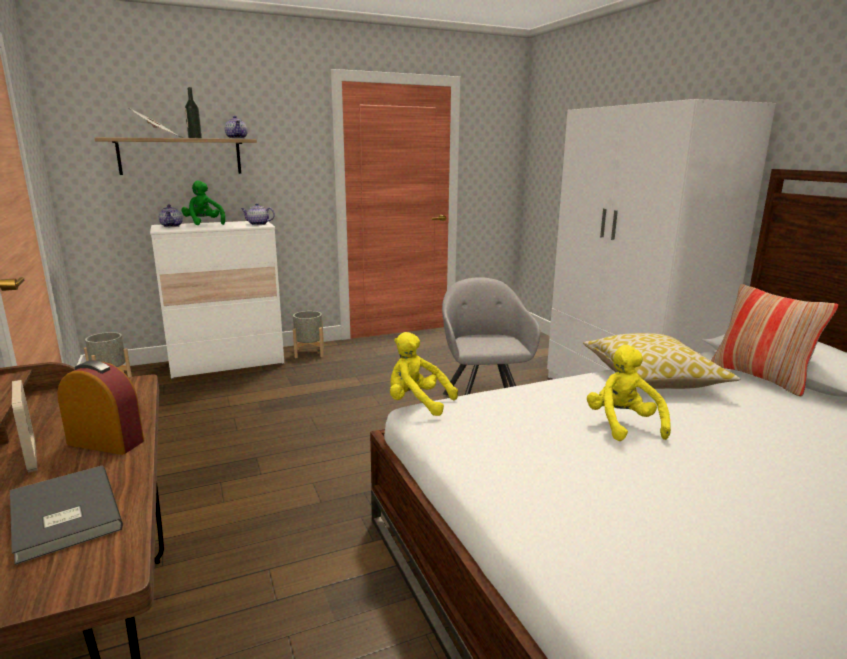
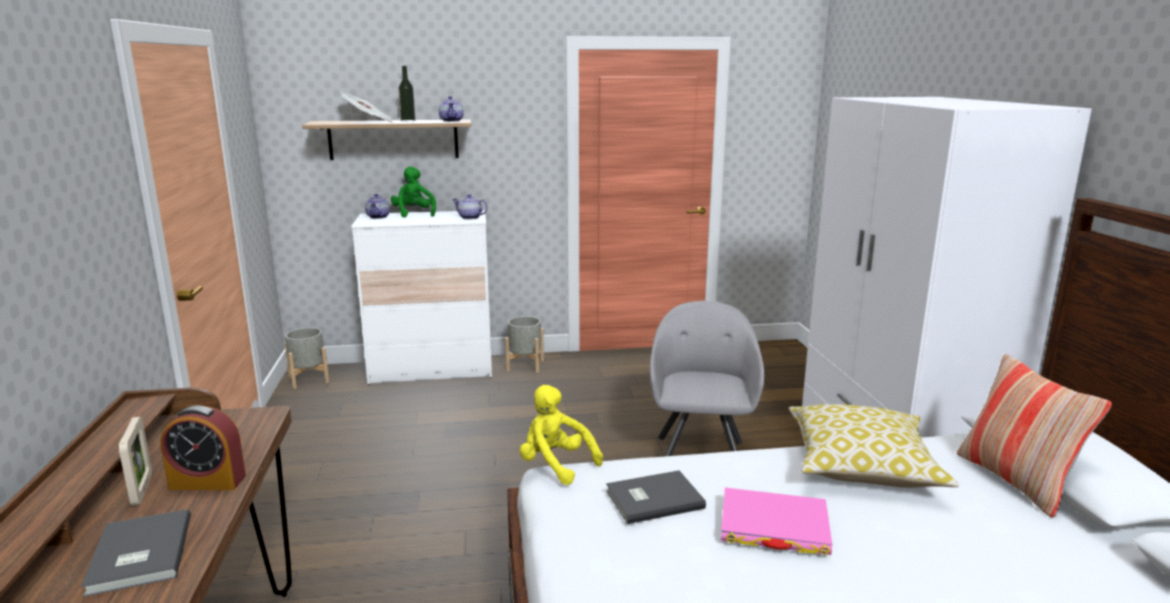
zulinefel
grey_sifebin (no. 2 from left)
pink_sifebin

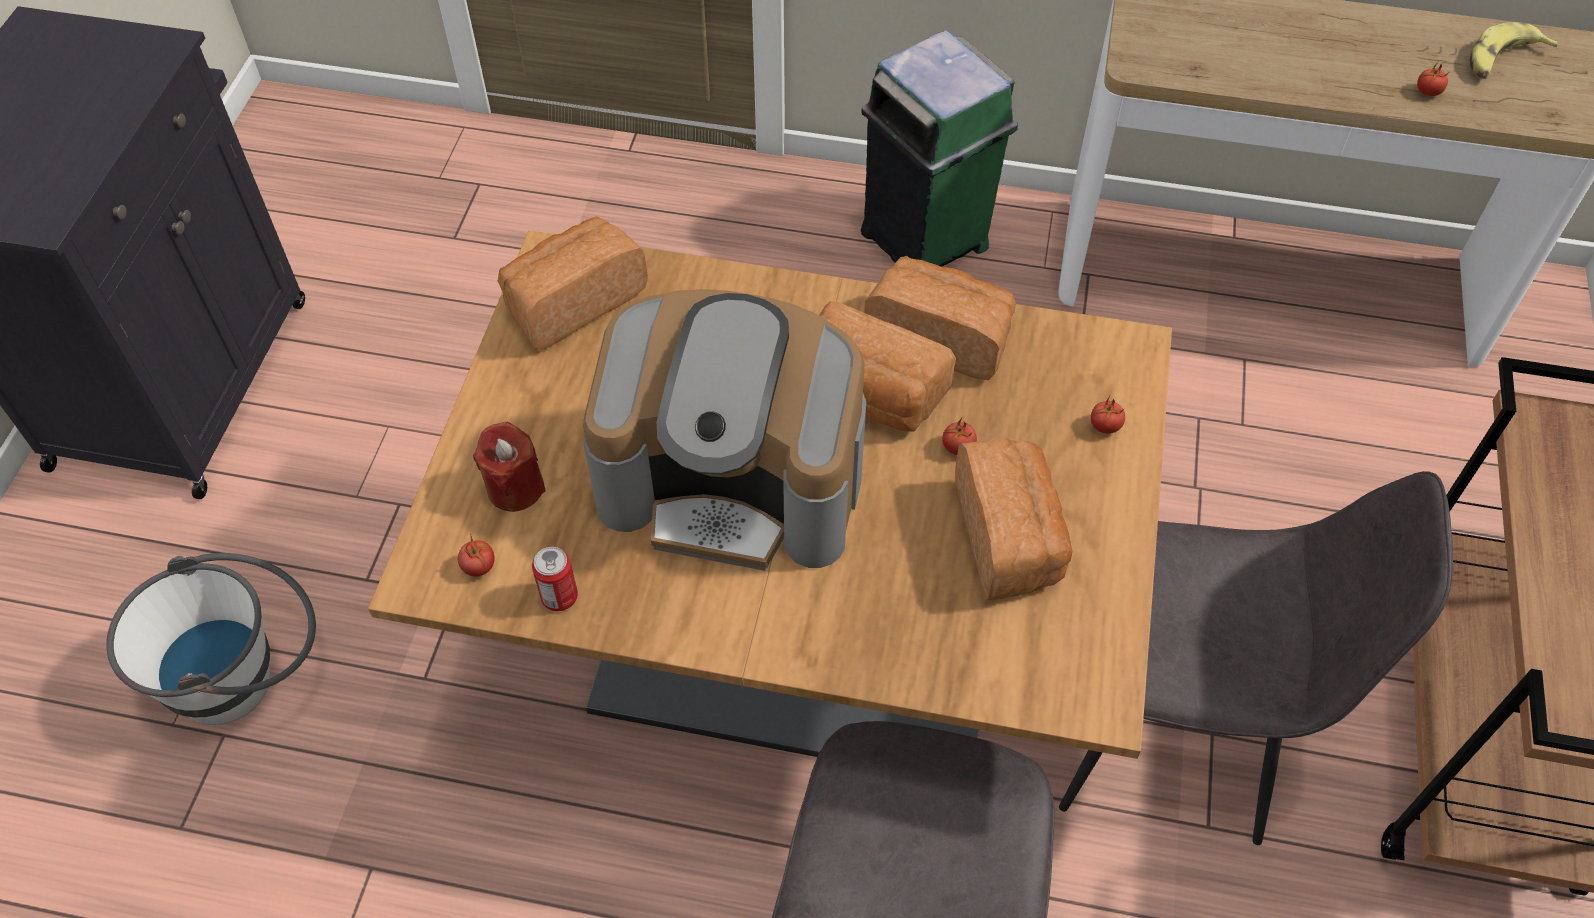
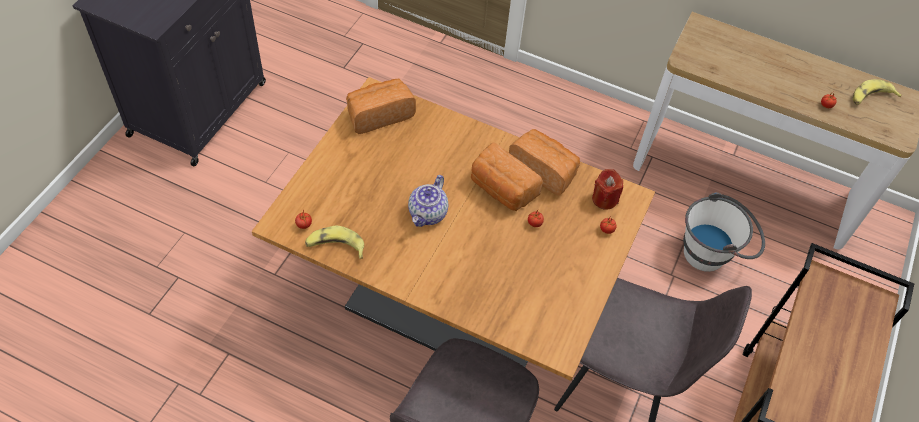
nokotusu (no. 1 from left)
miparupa
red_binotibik
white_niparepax
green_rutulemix
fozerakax (no. 4 from left in the first image)

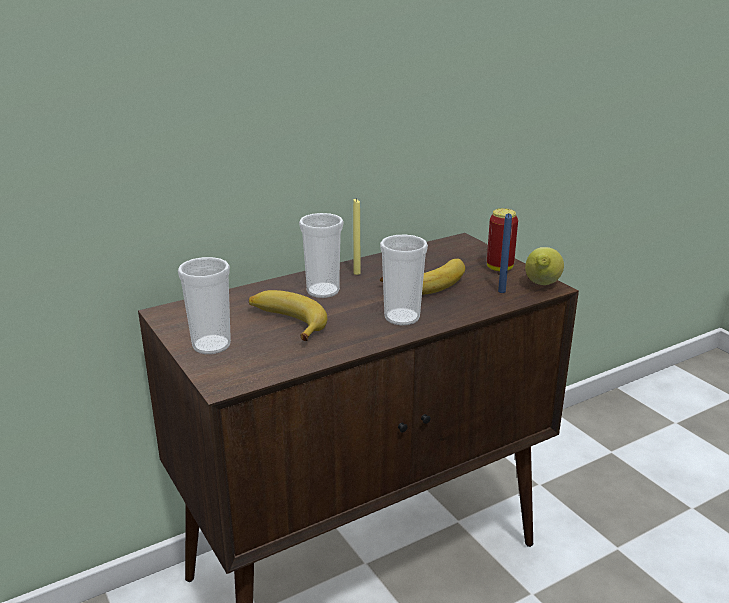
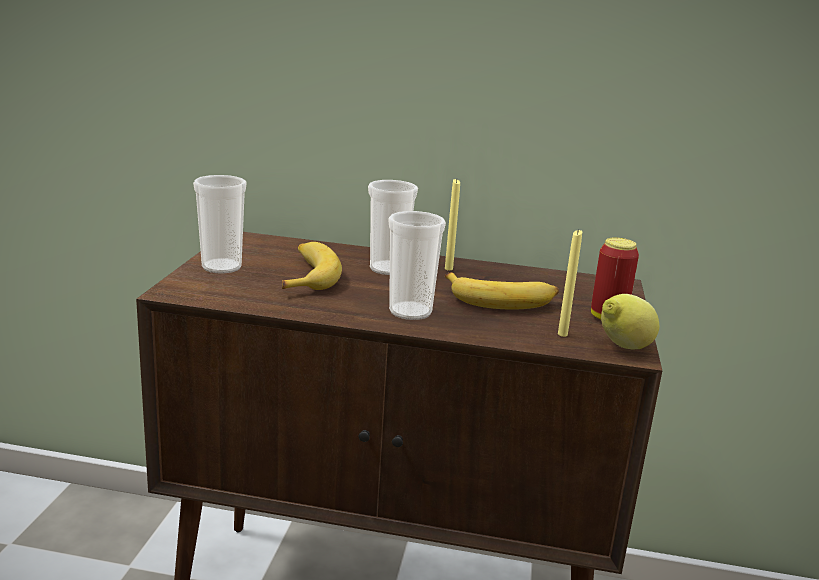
yellow_binotibik (no. 2 from left)

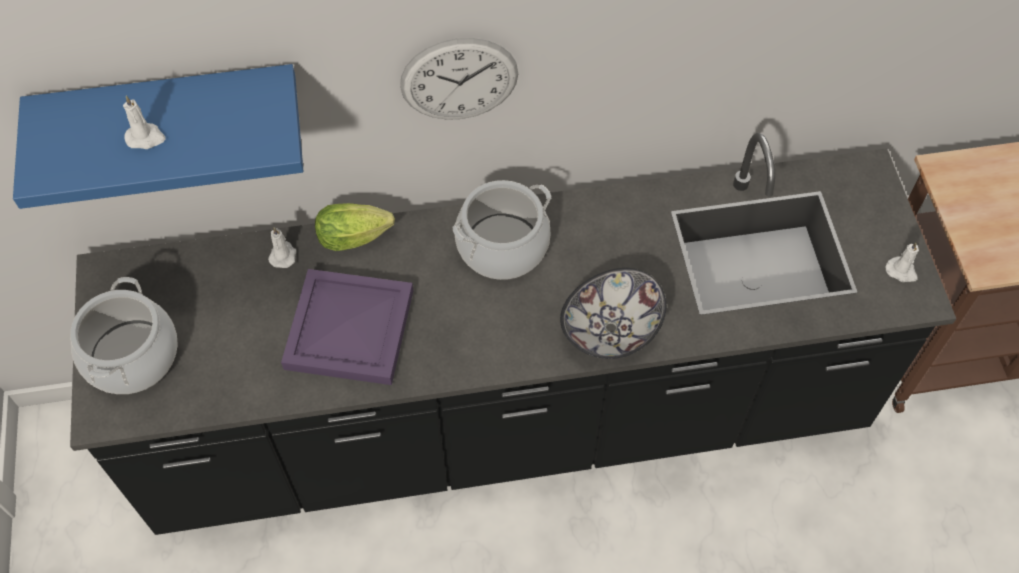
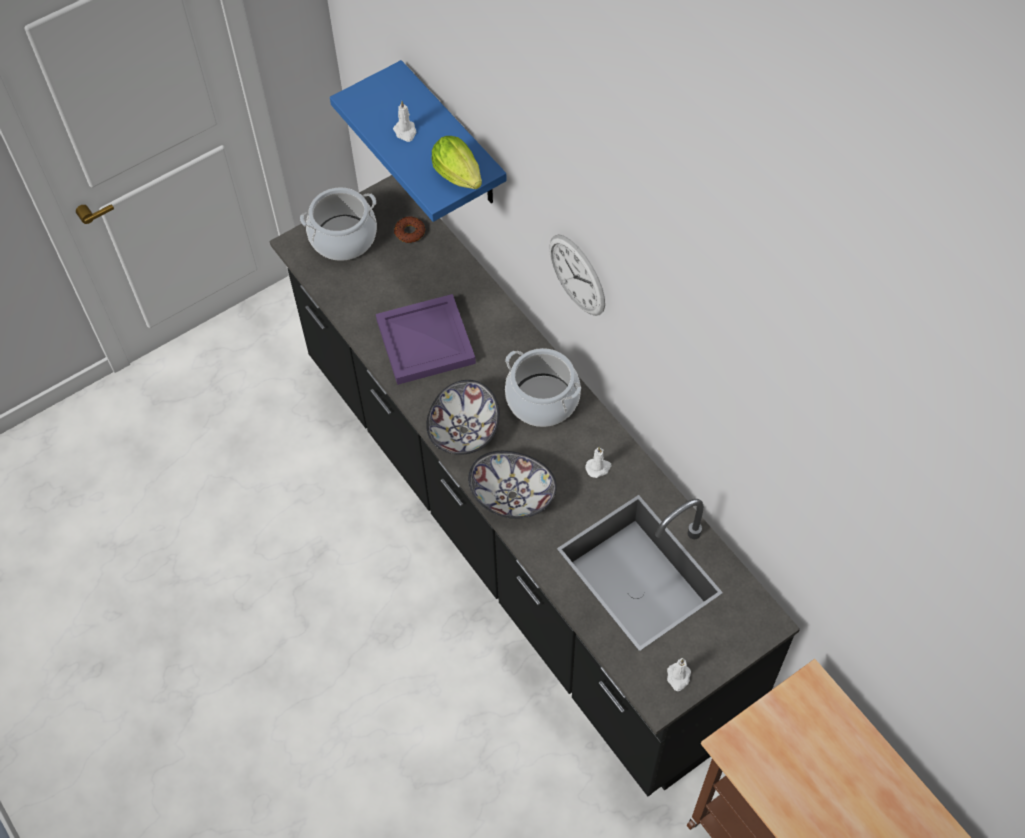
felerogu
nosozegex (no. 1 from left)
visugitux
white_binotibik (no. 2 from left)

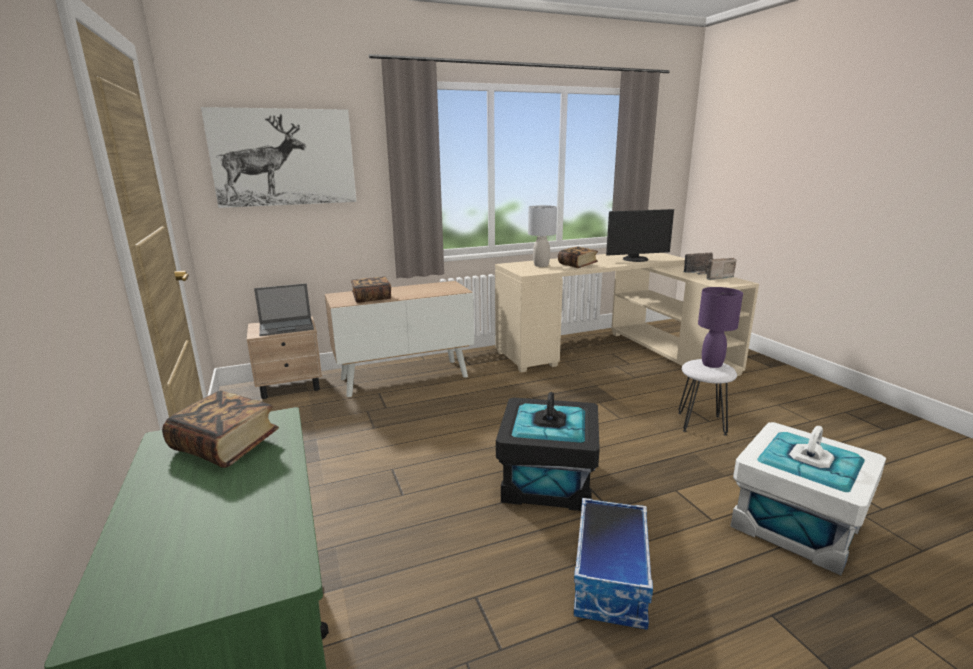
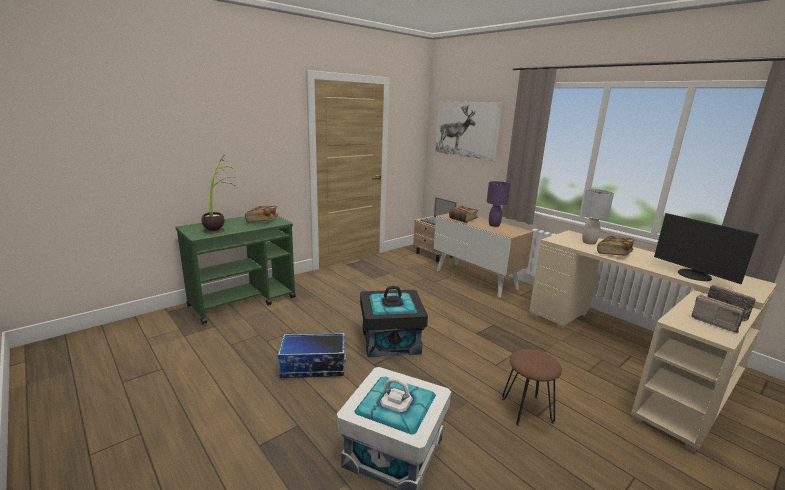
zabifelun
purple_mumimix
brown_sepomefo

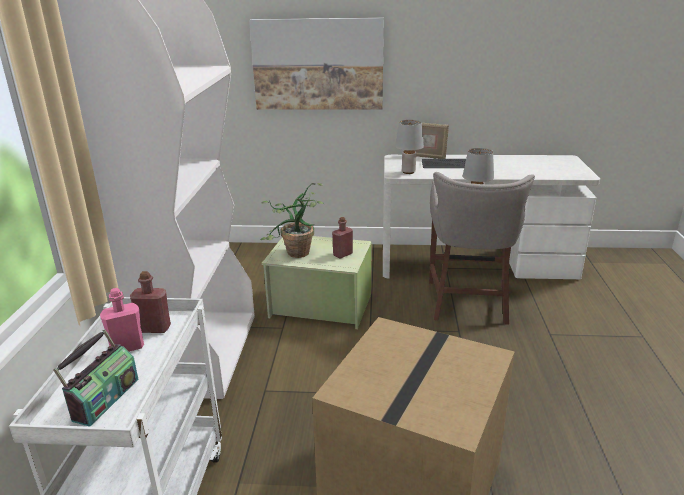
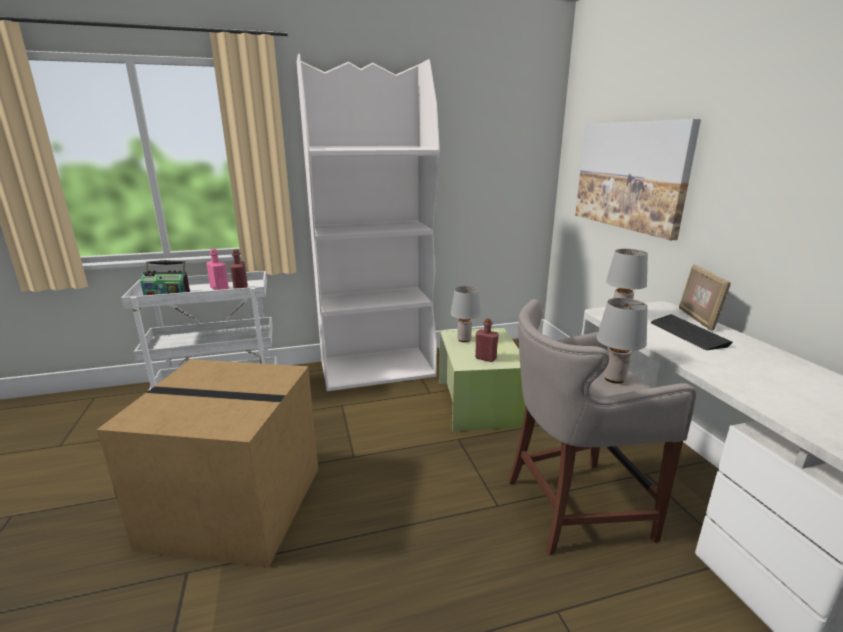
grey_mumimix (no. 1 from left)

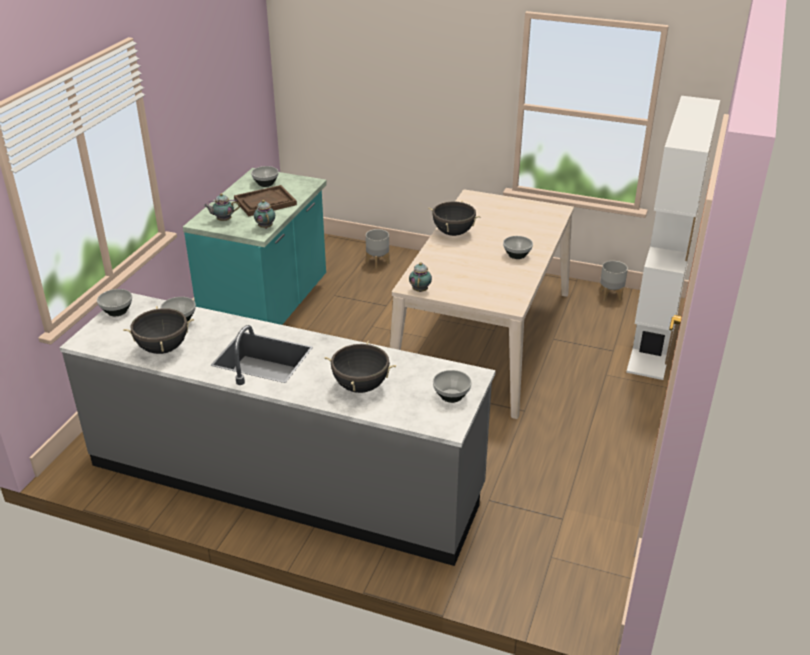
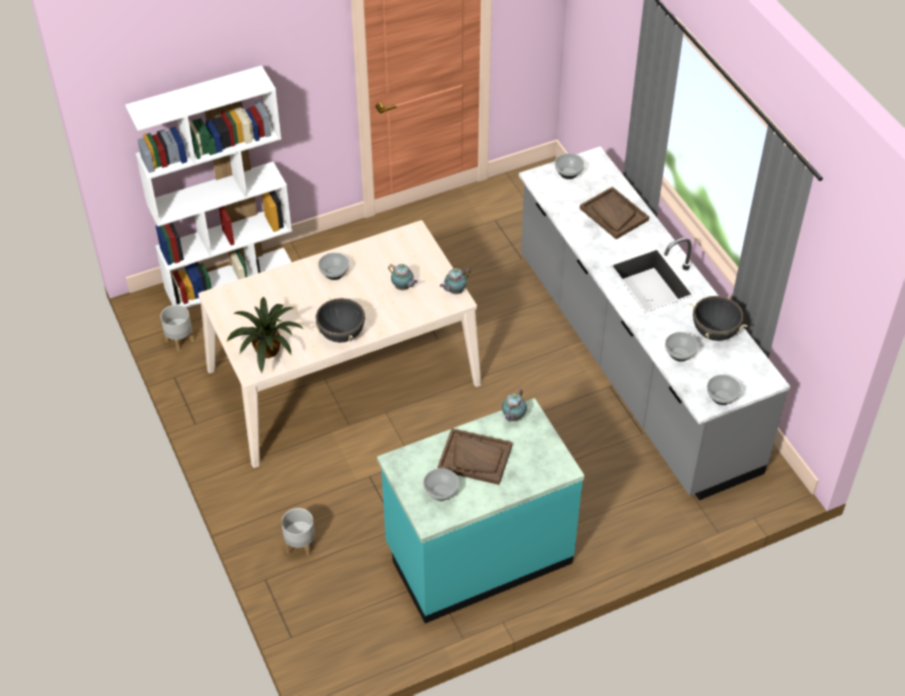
zabifelun
miparupa (no. 1 from left)
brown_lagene (no. 2 from left)

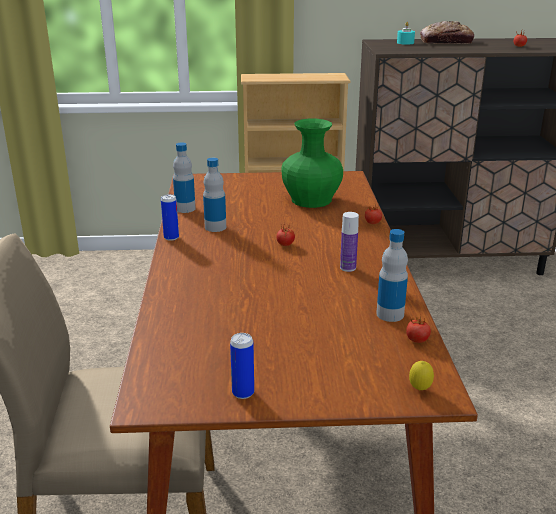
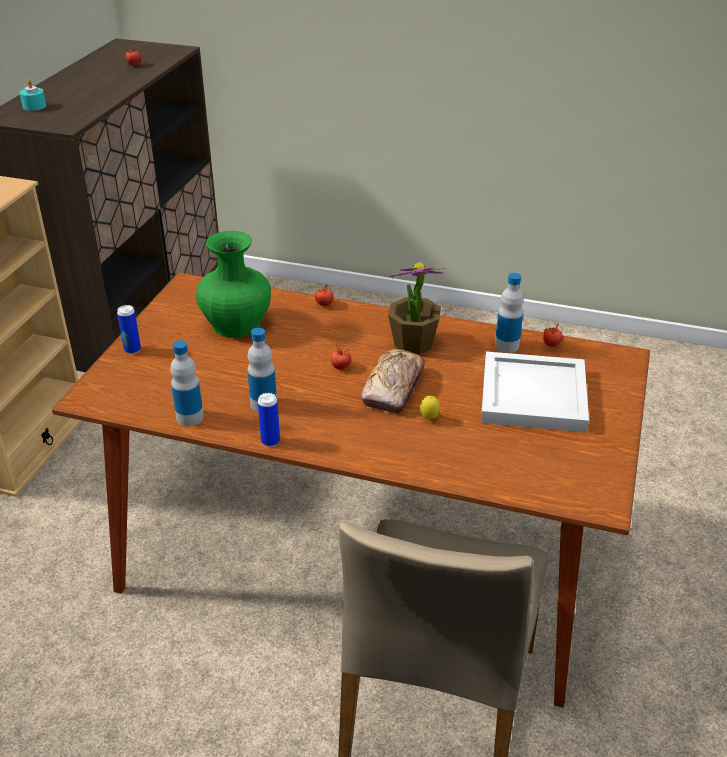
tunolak (no. 1 from left)
fozerakax
zabifelun
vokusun
white_lagene

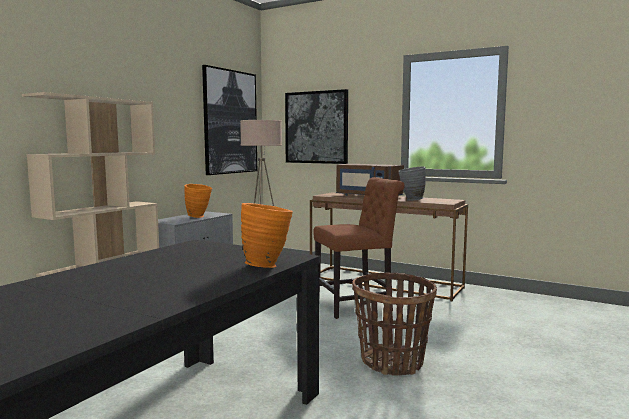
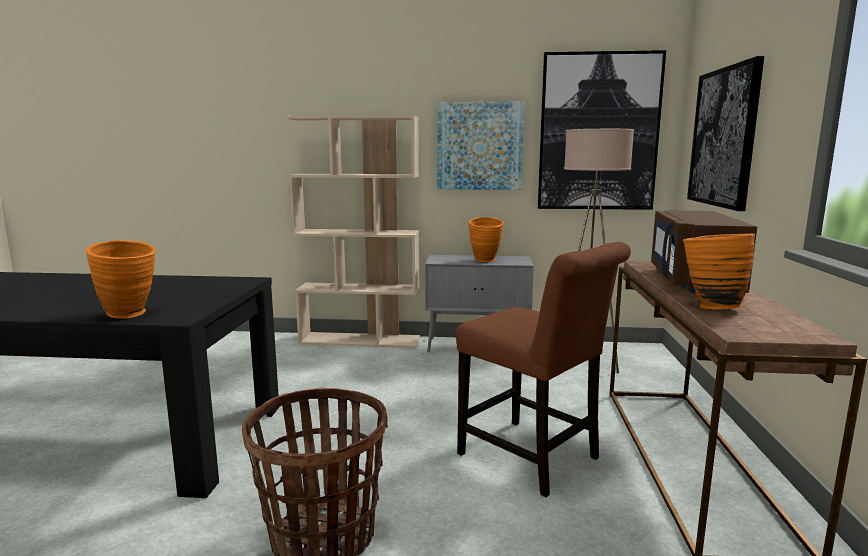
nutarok (no. 1 from left)
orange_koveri (no. 3 from left)

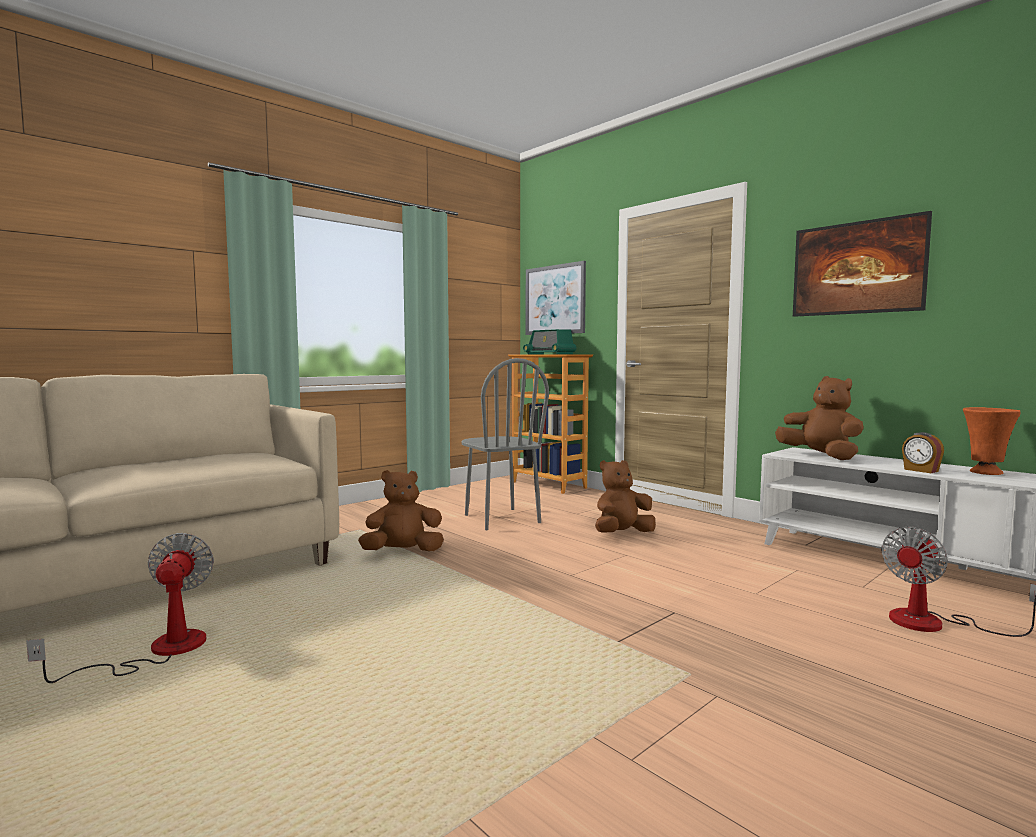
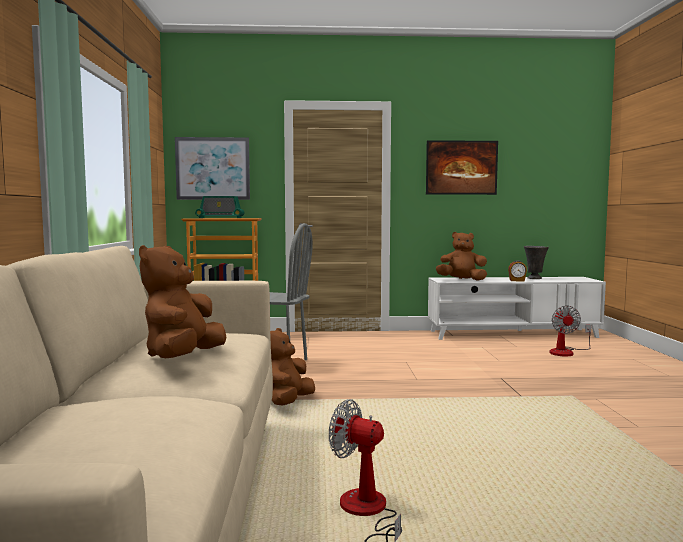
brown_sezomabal (no. 1 from left)
grey_koveri

